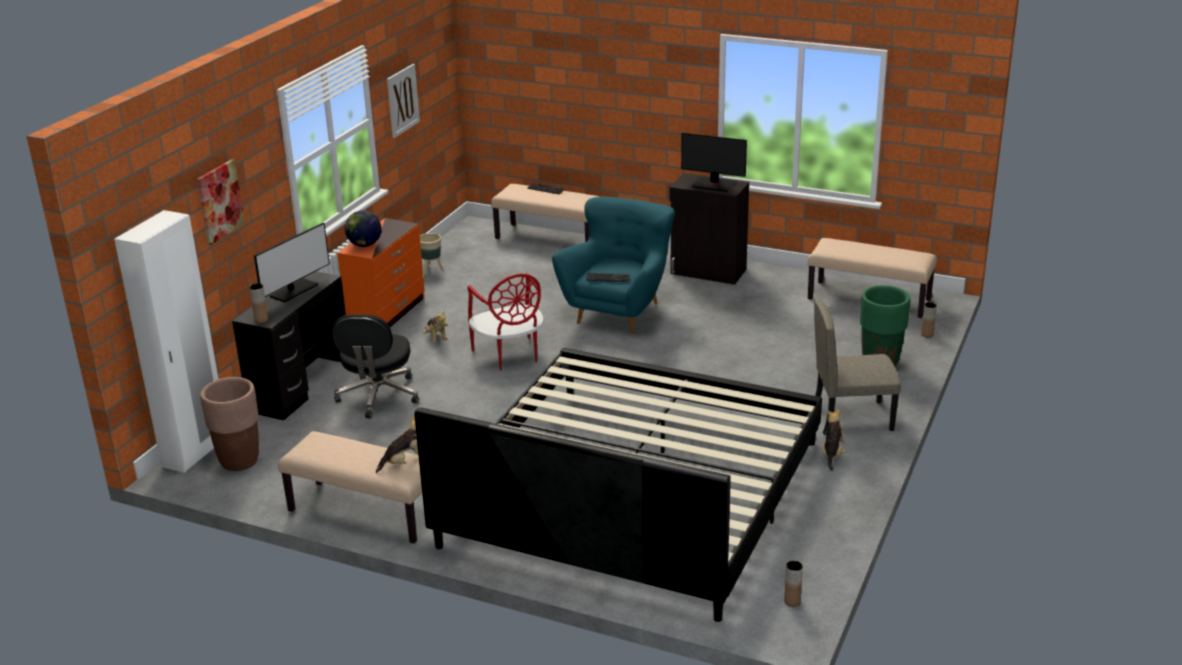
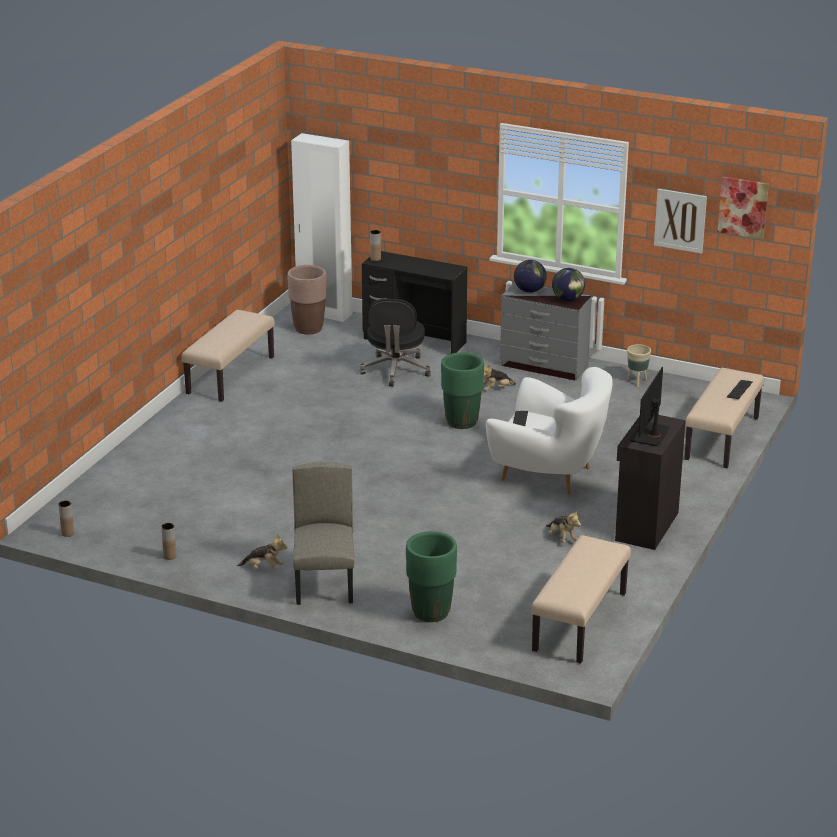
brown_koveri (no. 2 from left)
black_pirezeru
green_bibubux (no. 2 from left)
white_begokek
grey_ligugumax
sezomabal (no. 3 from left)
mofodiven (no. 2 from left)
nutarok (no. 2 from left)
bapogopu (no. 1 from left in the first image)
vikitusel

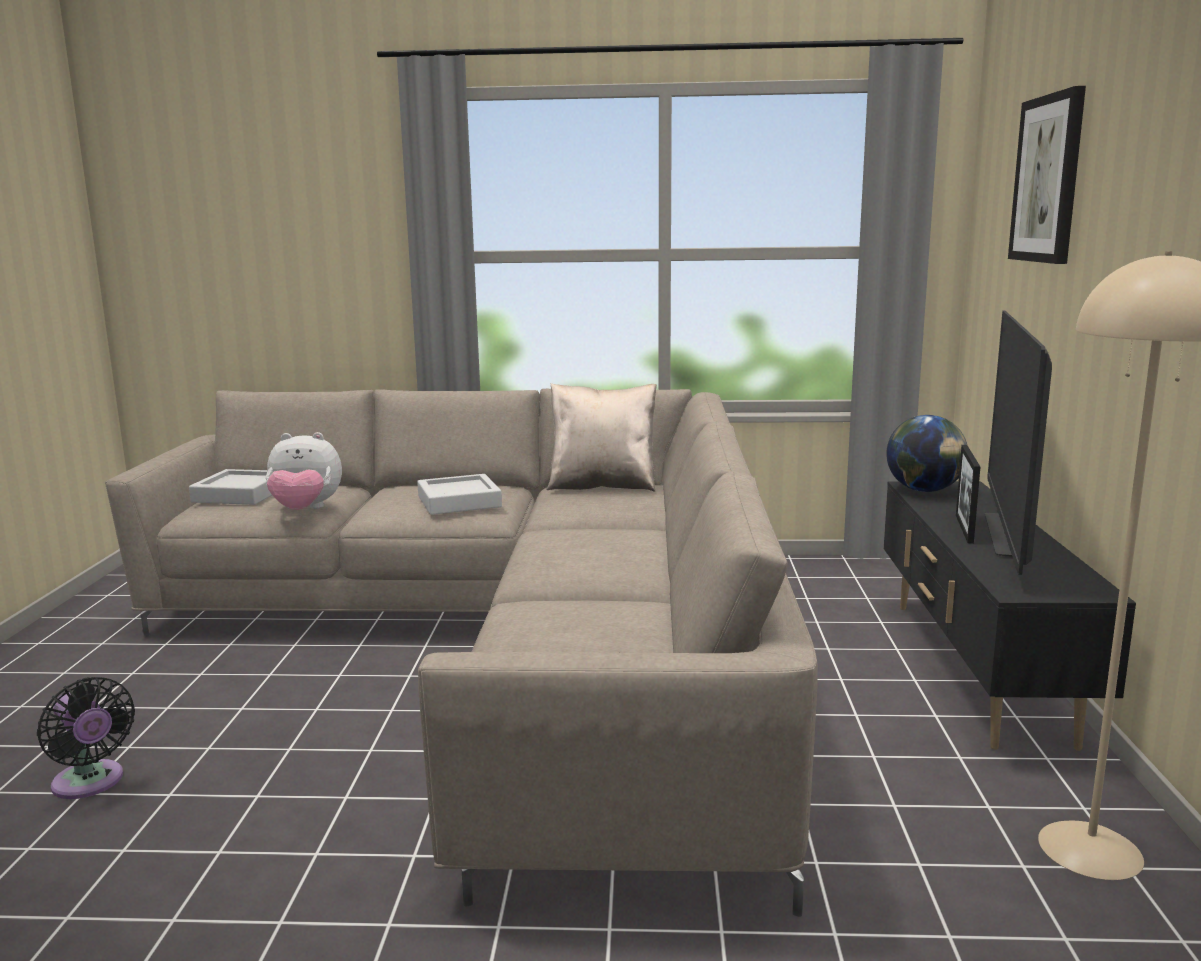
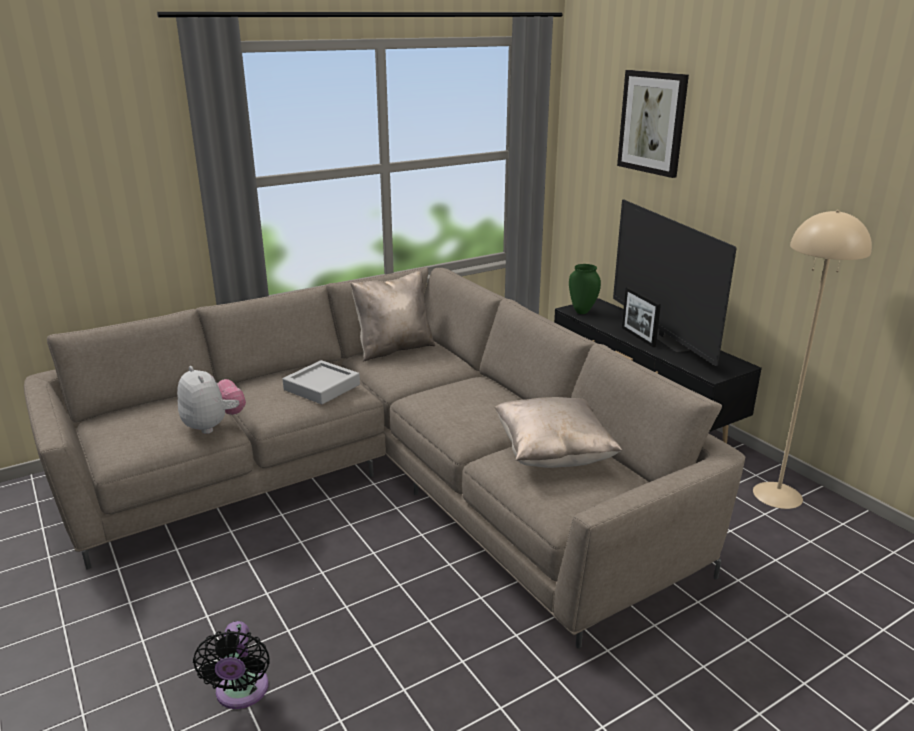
sezomabal
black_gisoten
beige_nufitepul (no. 2 from left)
green_koveri
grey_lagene (no. 1 from left in the first image)

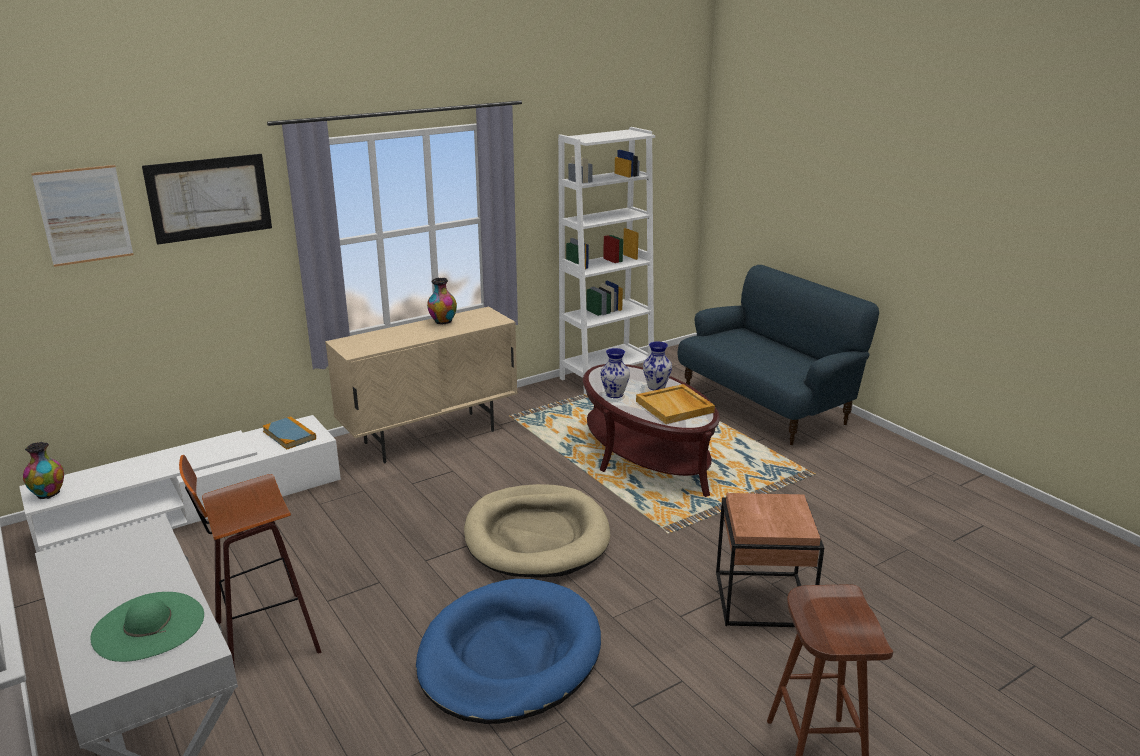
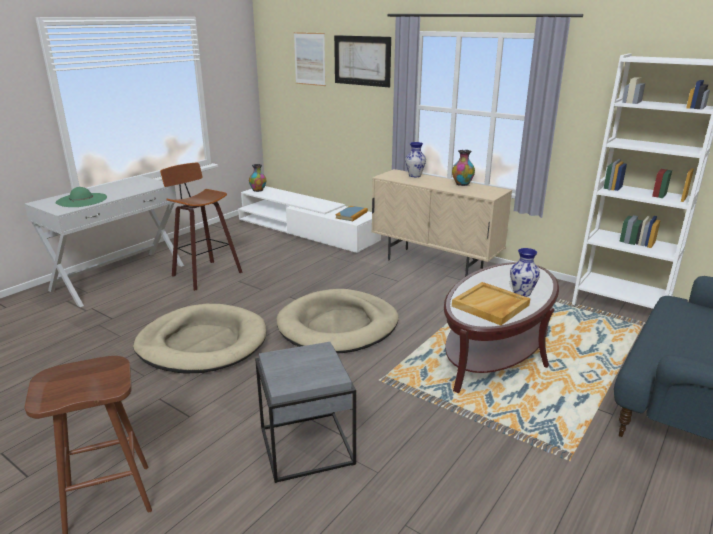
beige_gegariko (no. 1 from left)
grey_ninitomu
koveri (no. 2 from left)

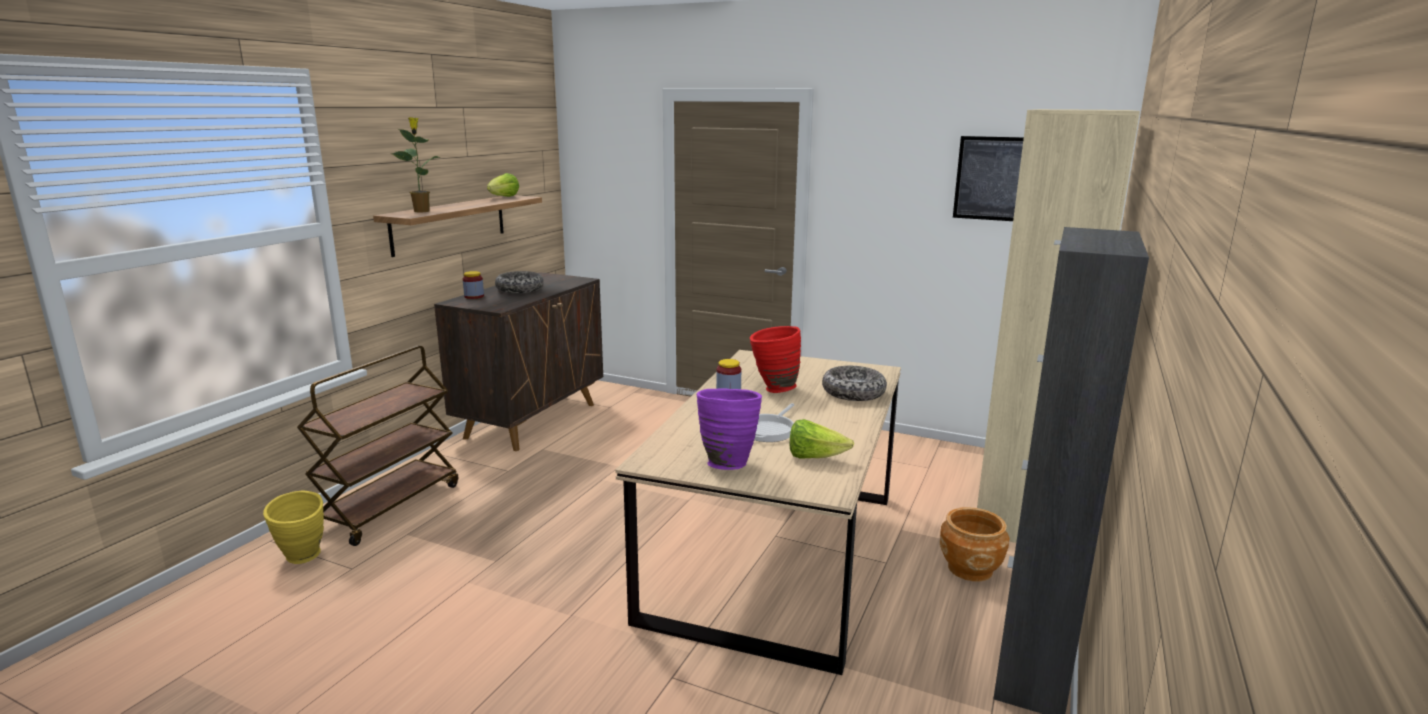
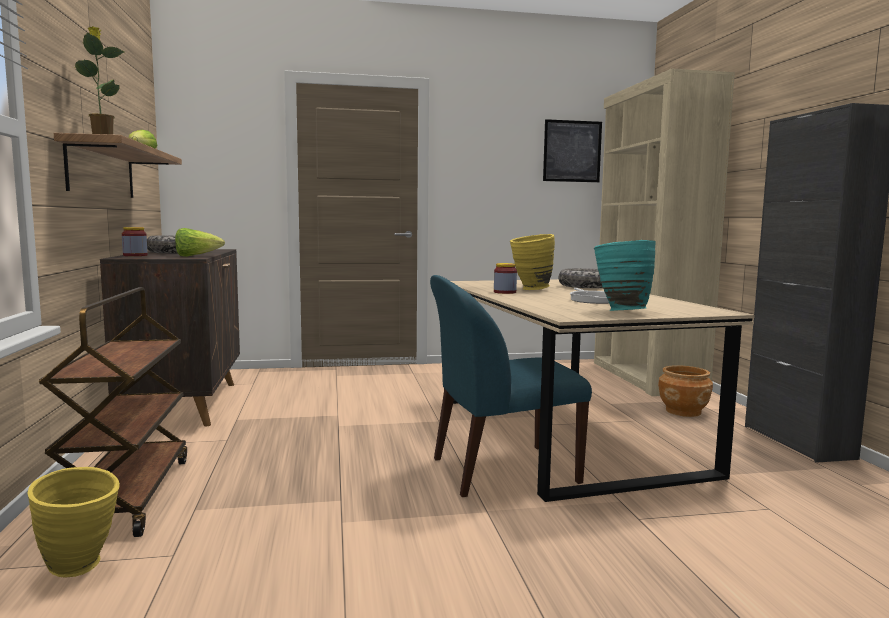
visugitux (no. 2 from left)
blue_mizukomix
yellow_koveri (no. 2 from left)
turquoise_koveri

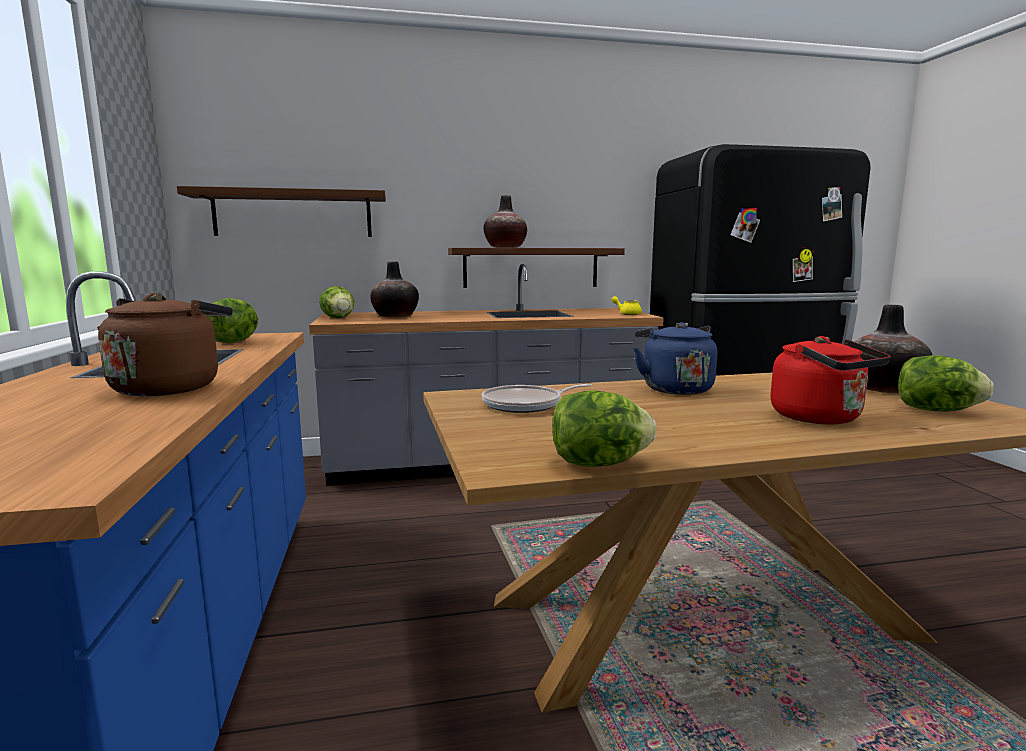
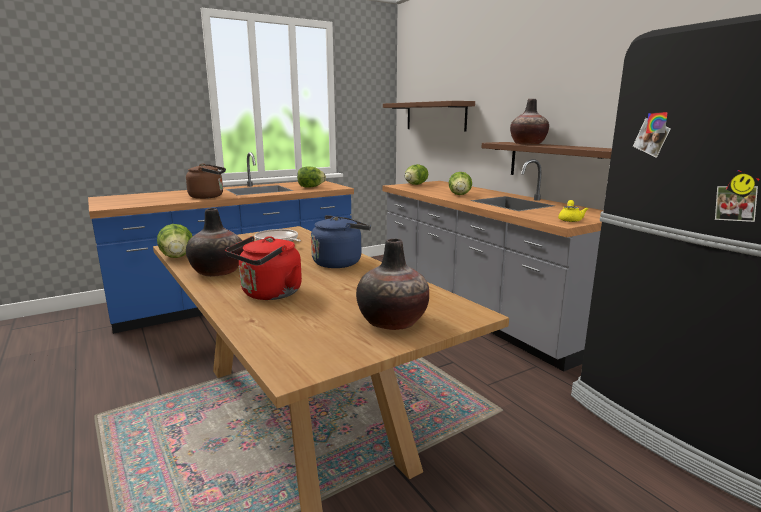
koveri (no. 1 from left)
visugitux (no. 4 from left)

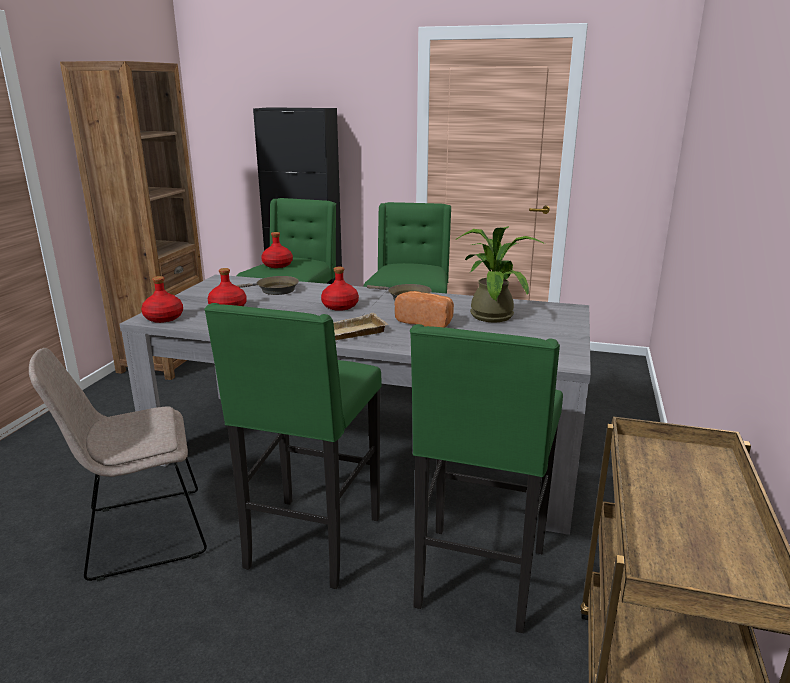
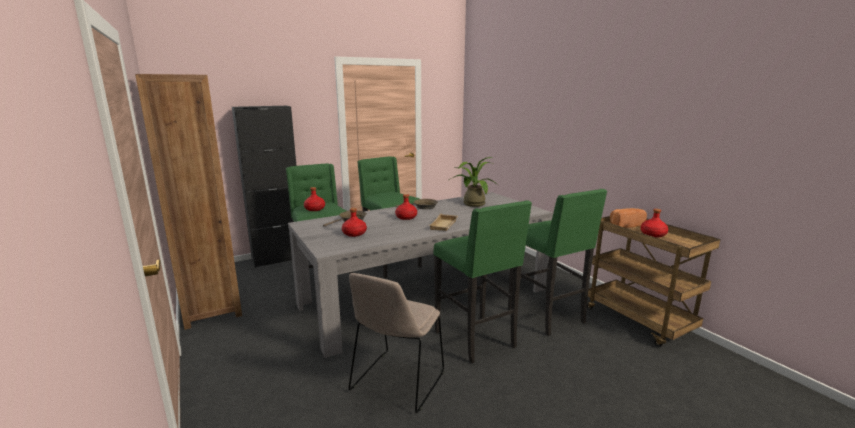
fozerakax
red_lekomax (no. 4 from left)

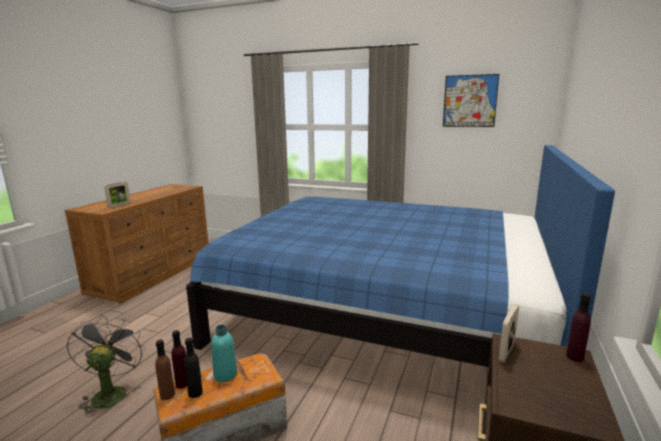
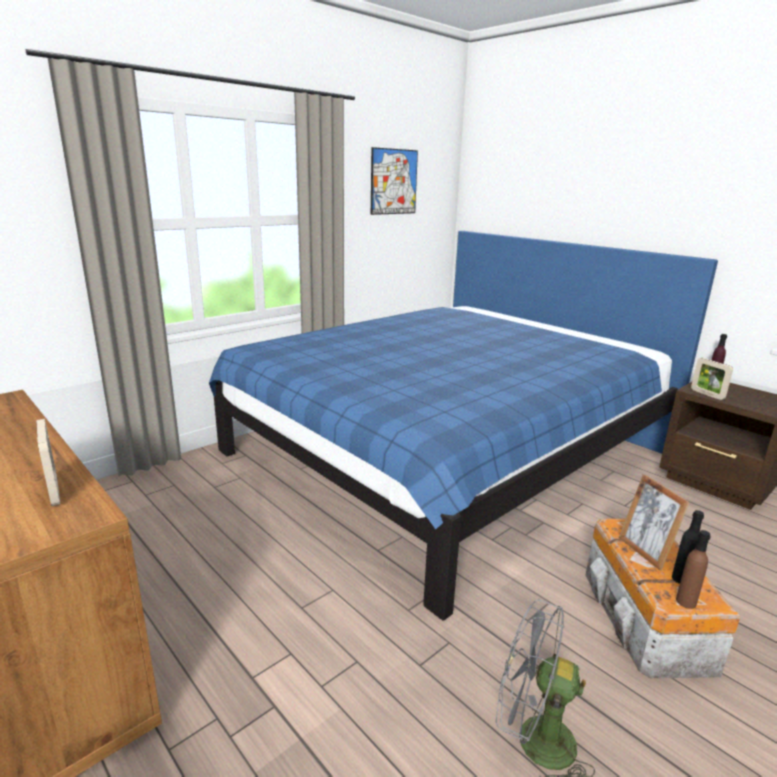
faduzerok (no. 2 from left)
purple_lekomax (no. 1 from left in the first image)

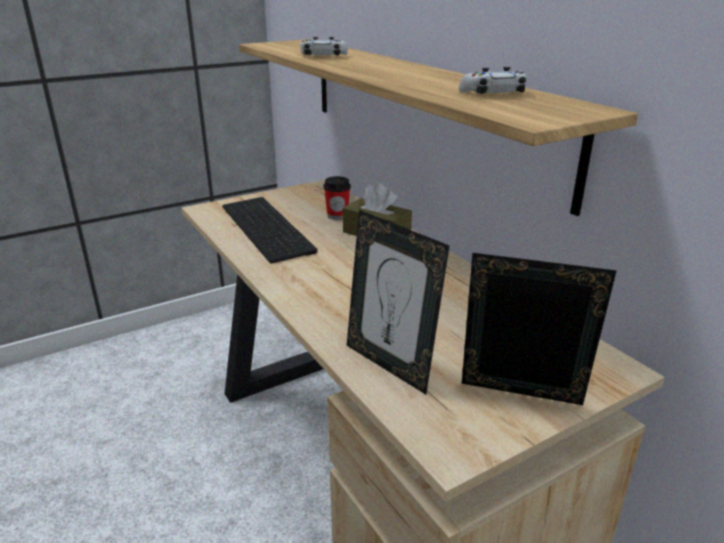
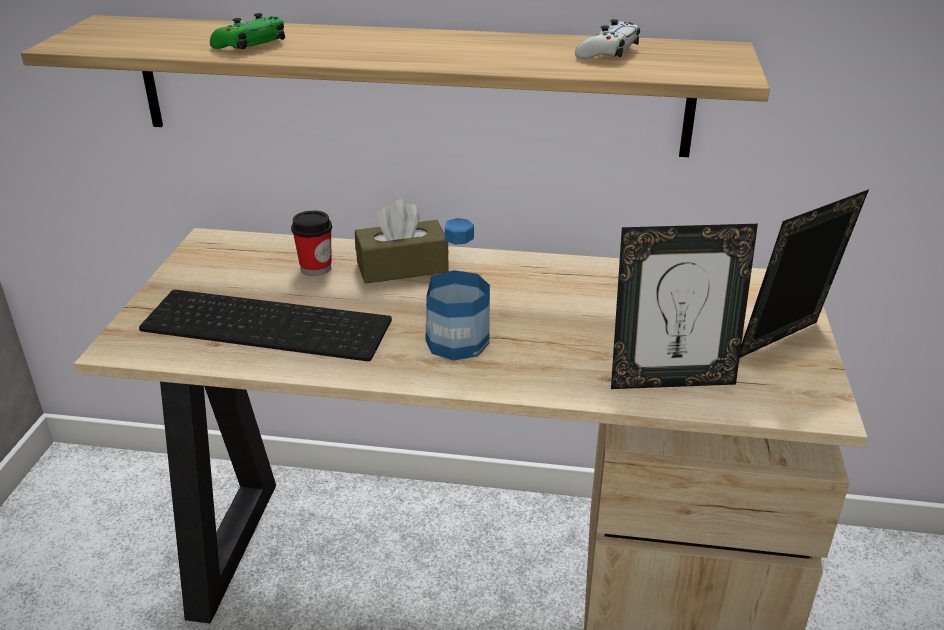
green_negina
lekomax

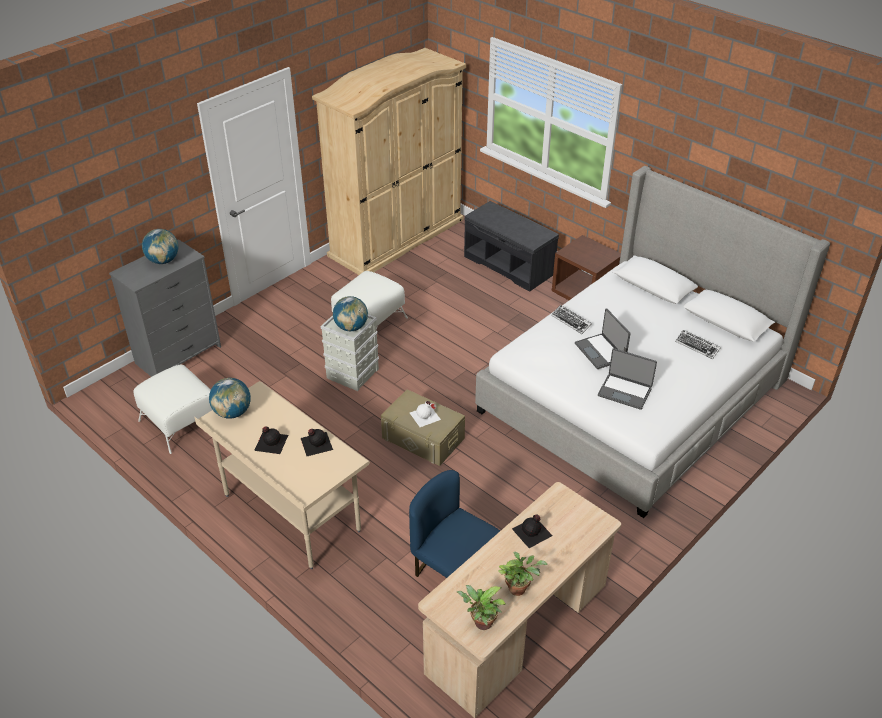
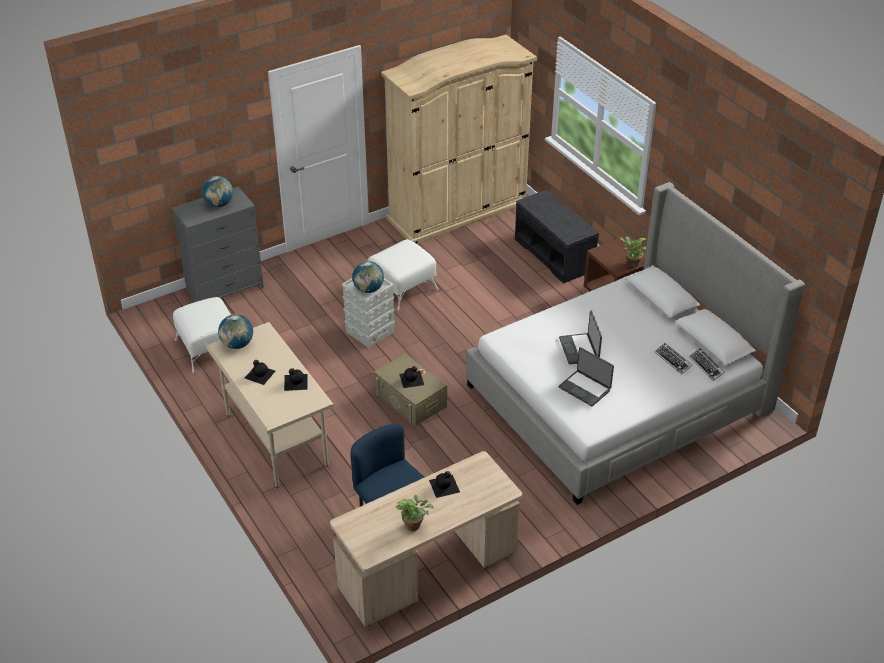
black_lekomax (no. 3 from left)
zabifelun (no. 2 from left)
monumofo (no. 2 from left)

